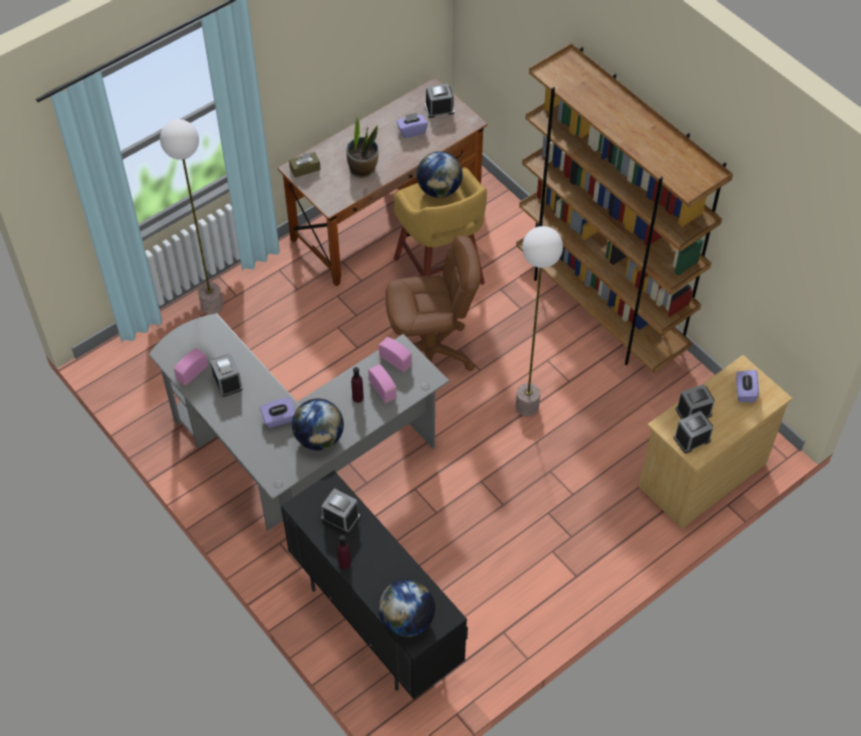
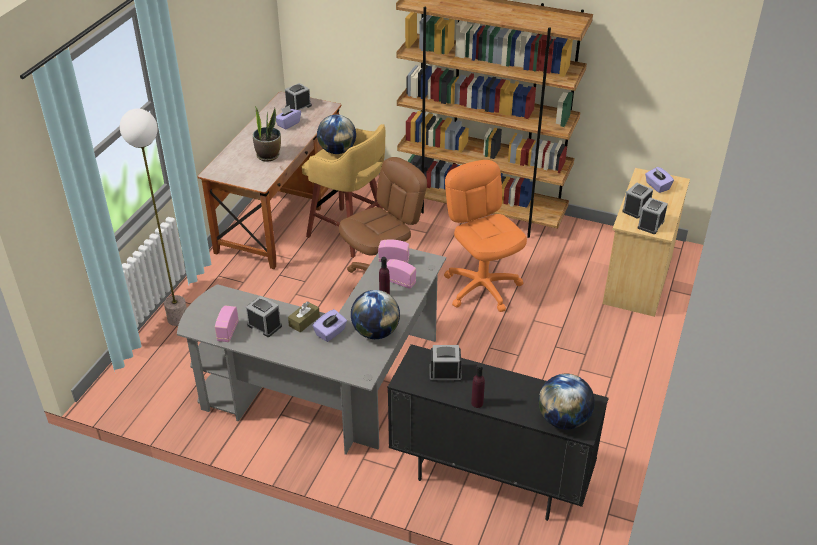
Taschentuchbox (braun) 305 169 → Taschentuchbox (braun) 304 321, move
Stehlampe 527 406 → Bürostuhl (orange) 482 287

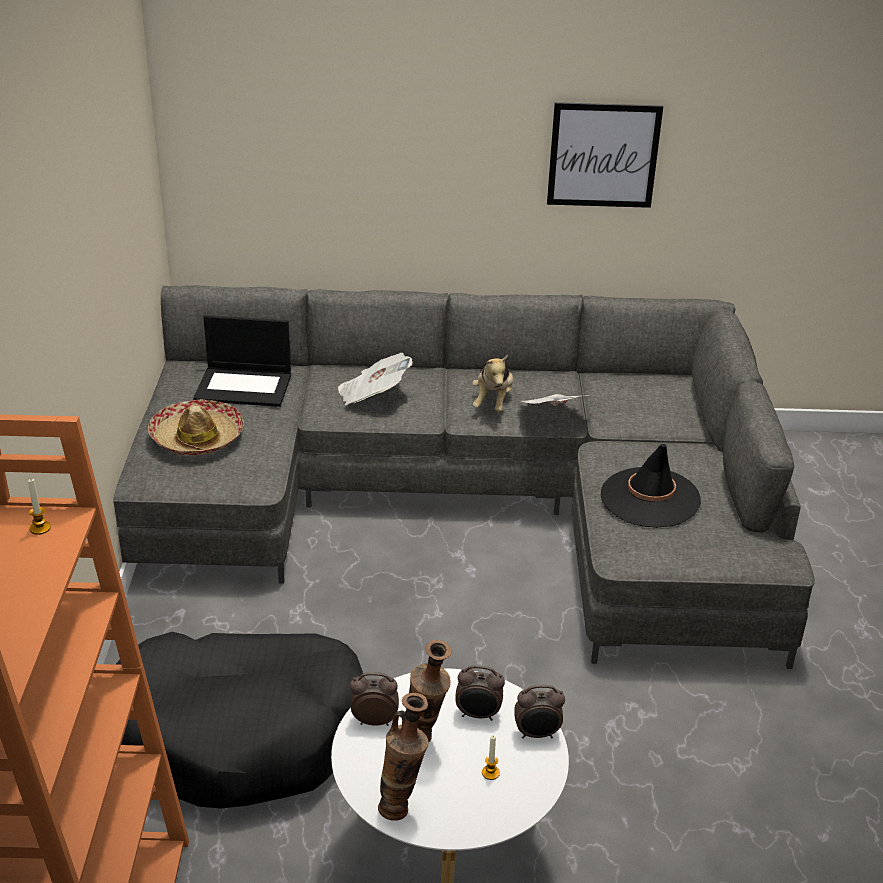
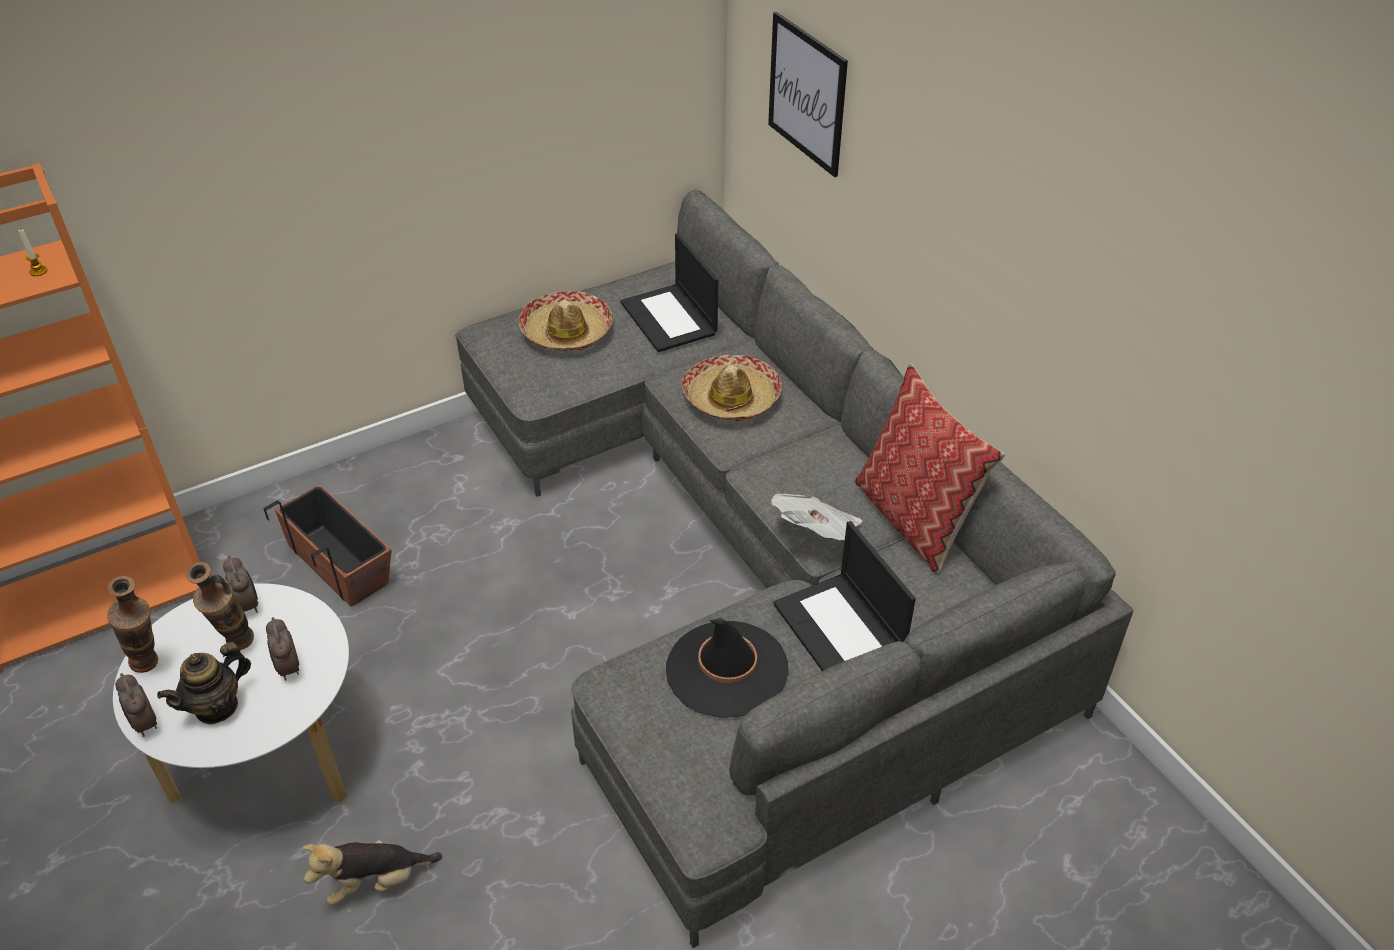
Bild 603 155 → Bild 807 94, move
Zeitung 373 396 → Hut 731 398
Plüschtier 493 402 → Plüschtier 376 882, move
Hundebett (schwarz) 242 734 → Pflanzkübel 339 564
Wecker 537 734 → Wecker 144 724, move
Kerze 490 773 → Teekanne 217 706
- → Kissen 915 519
- → Laptop 840 629

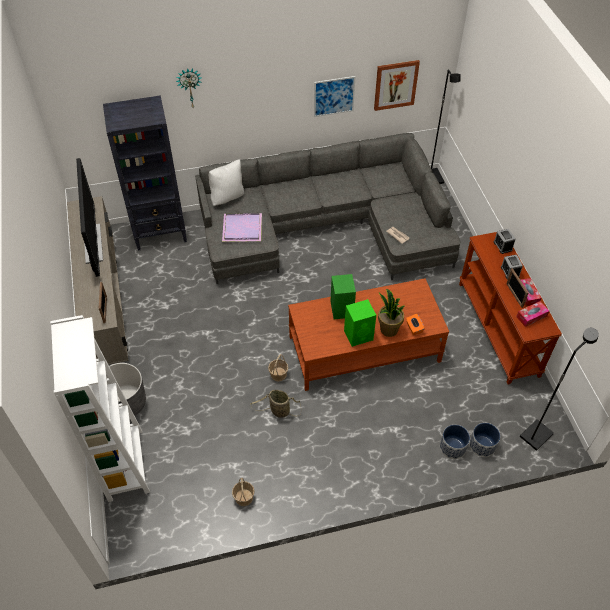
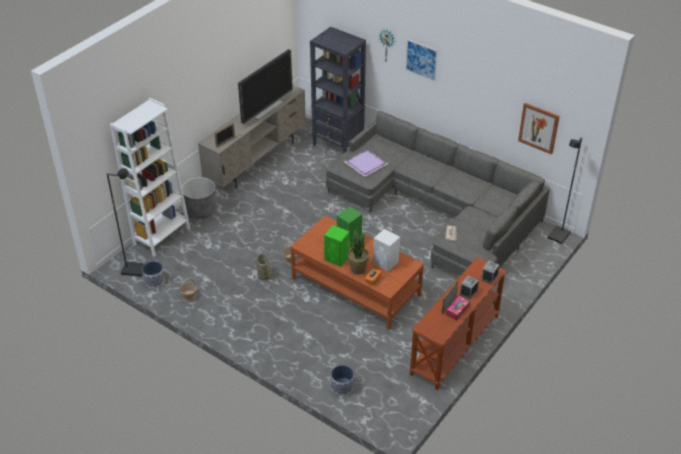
Bild 334 96 → Bild 421 60, move
Kissen (weiß) 227 197 → -
Taschentuchbox 531 316 → -
Stehlampe (schwarz) 535 435 → Stehlampe (schwarz) 134 269, move
Pflanzkübel 452 447 → Pflanzkübel 154 281, move
- → Lautsprecher (weiß) 386 262

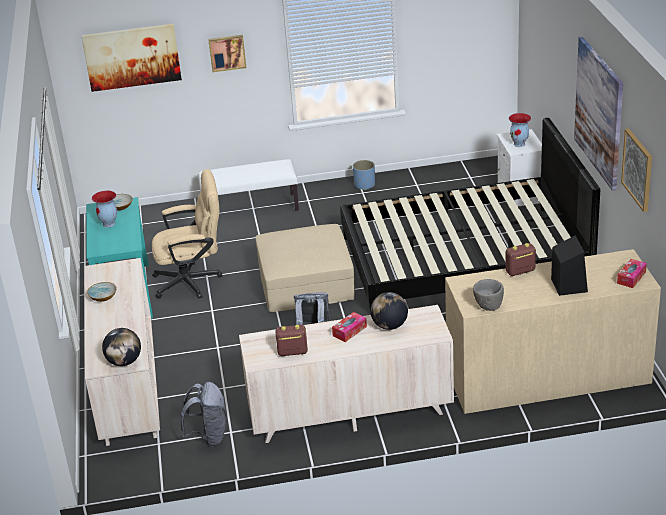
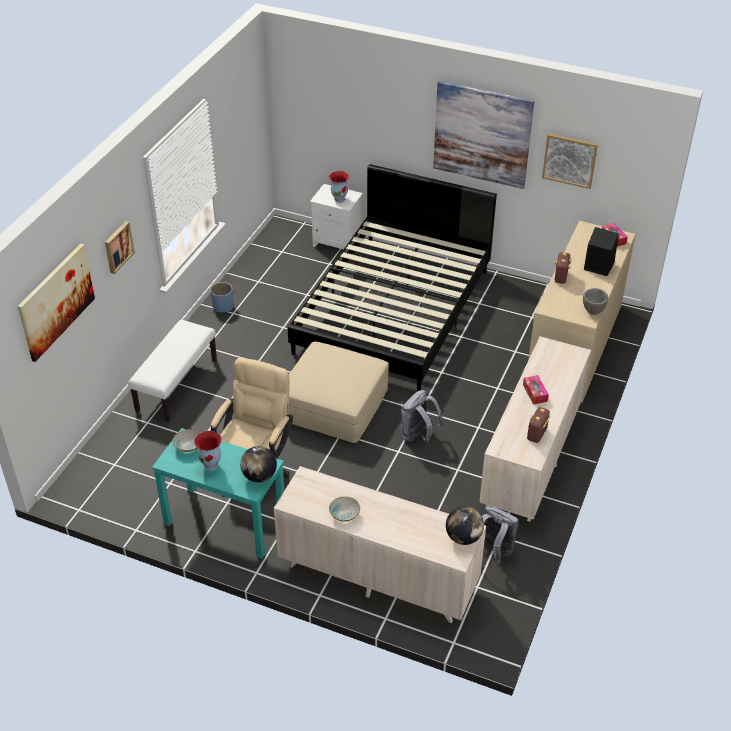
Globus 389 326 → Globus 259 476, move

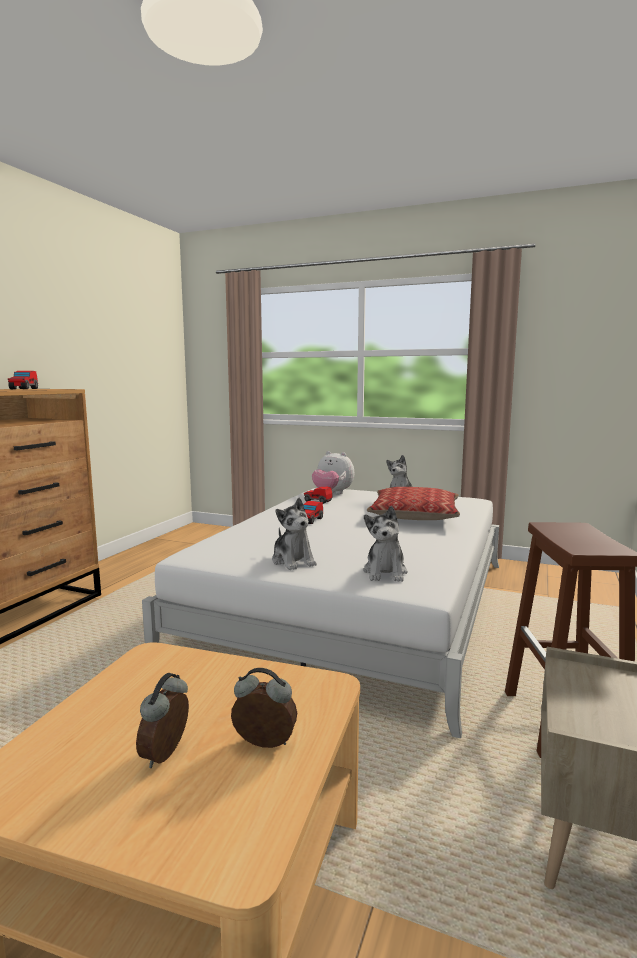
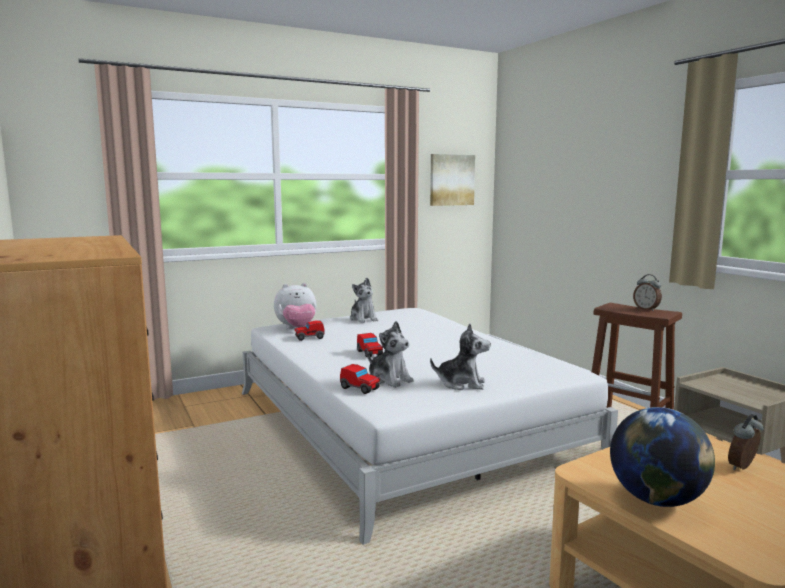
Spielzeugauto 24 389 → Spielzeugauto 360 388, move
Kissen 414 515 → -
Plüschtier 385 572 → Plüschtier 389 380, move
Wecker 167 755 → Wecker 646 309, move
- → Bild 451 180
- → Globus 657 500

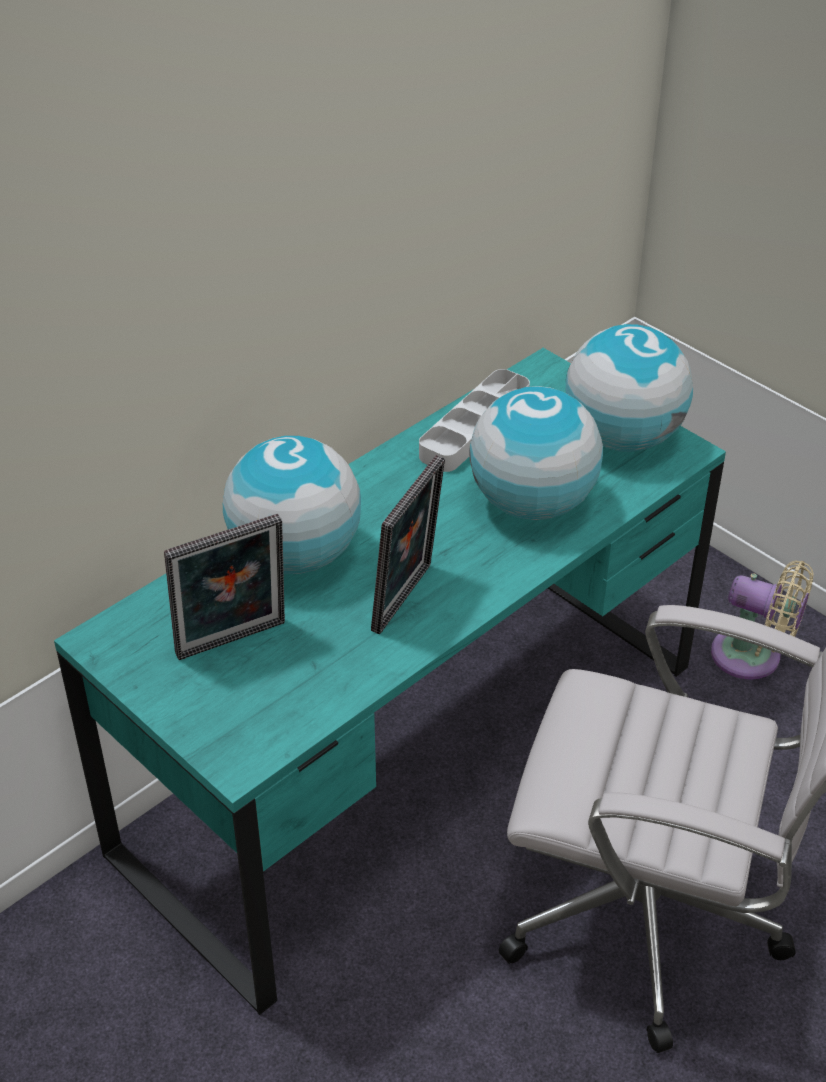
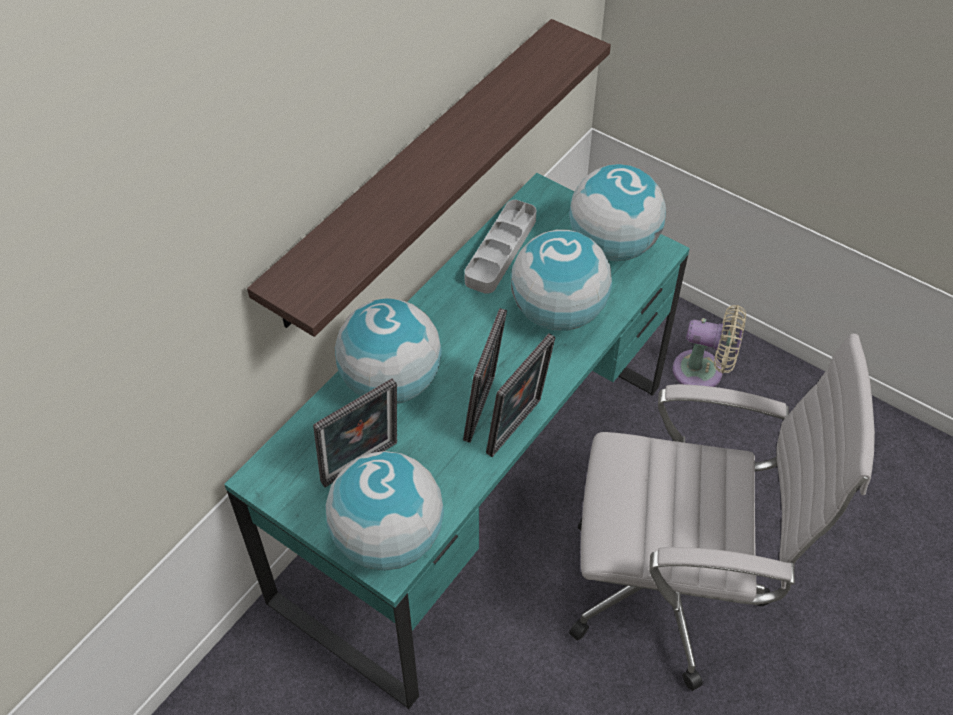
- → Wandregal 417 170
- → Bilderrahmen 518 429
- → Globus 388 539

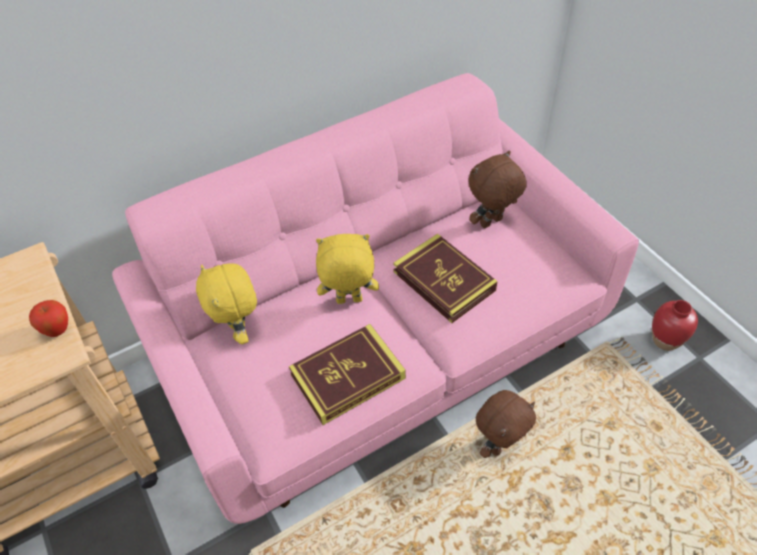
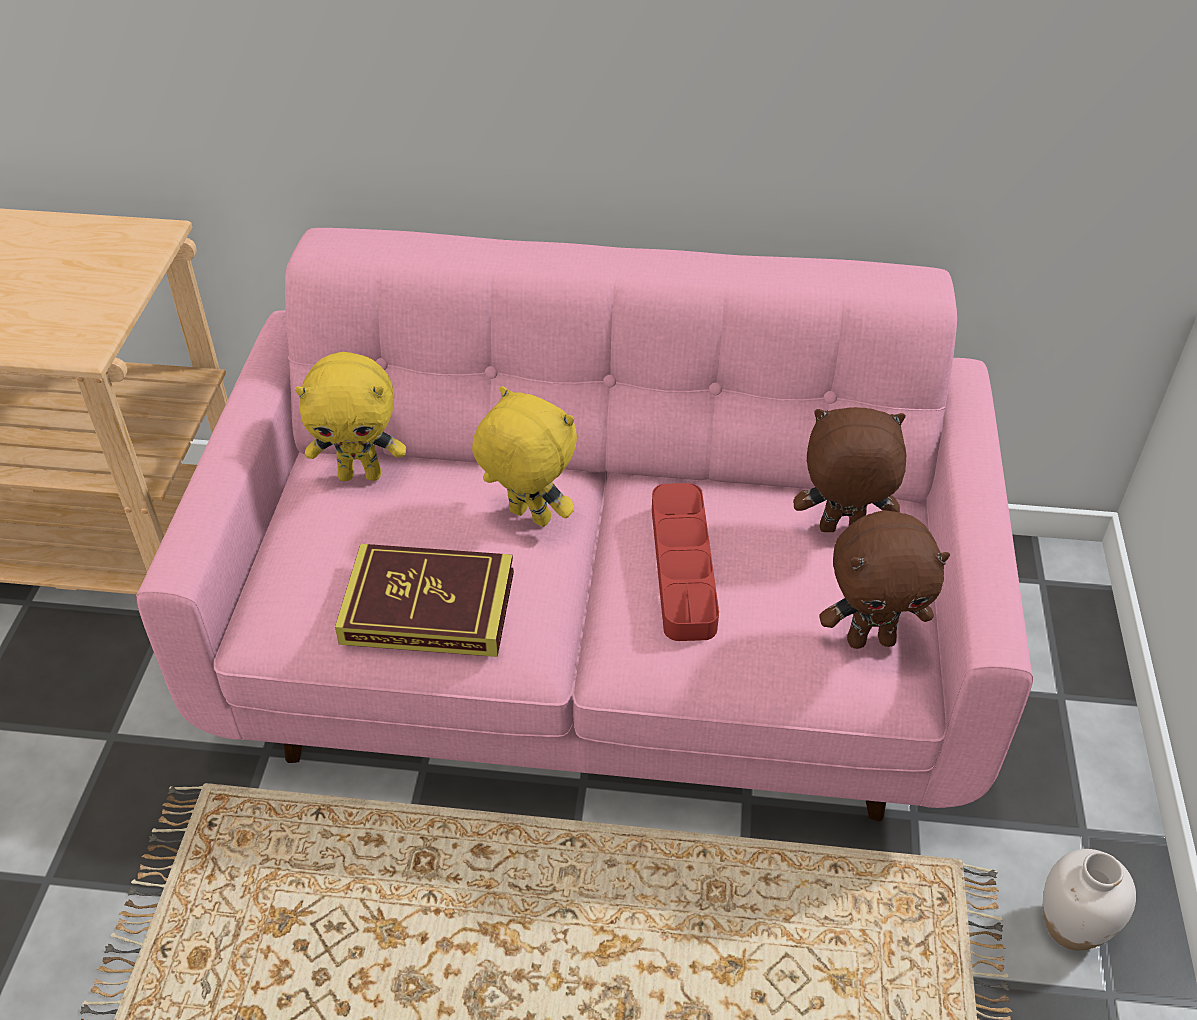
Buch 444 281 → Tablett (rot) 683 567
Plüschtier (gelb) 240 331 → Plüschtier (gelb) 361 474, 105 degrees counterclockwise
Apfel 58 330 → -
Vase (rot) 665 340 → Vase (weiß) 1071 926
Plüschtier (braun) 499 445 → Plüschtier (braun) 871 639, move

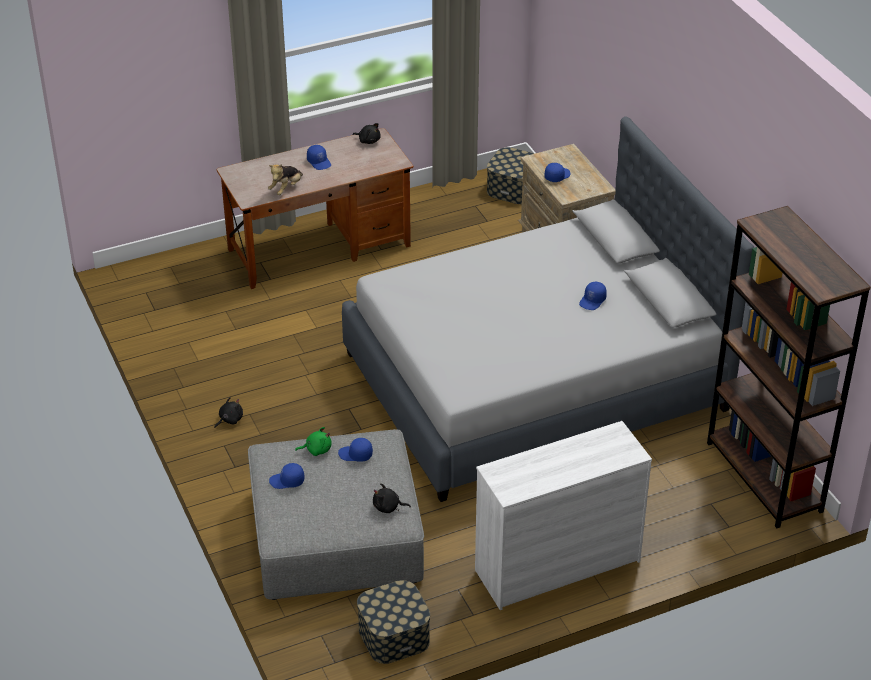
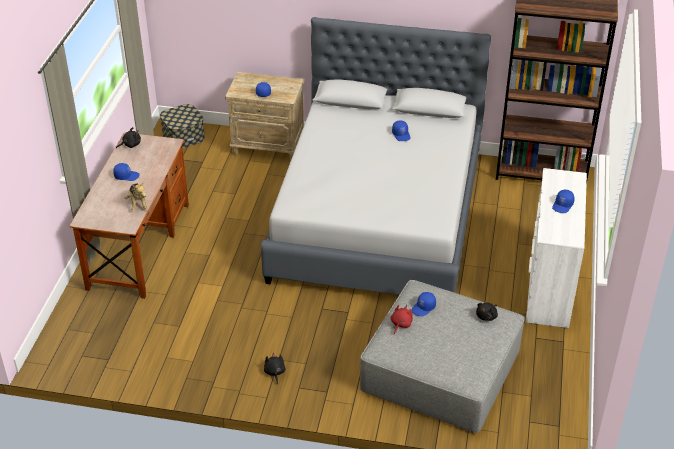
Plüschtier (grün) 316 449 → Plüschtier (rot) 400 324
Kappe (blau) 287 481 → Kappe (blau) 563 205, move
Aufbewahrungsbox 394 635 → -

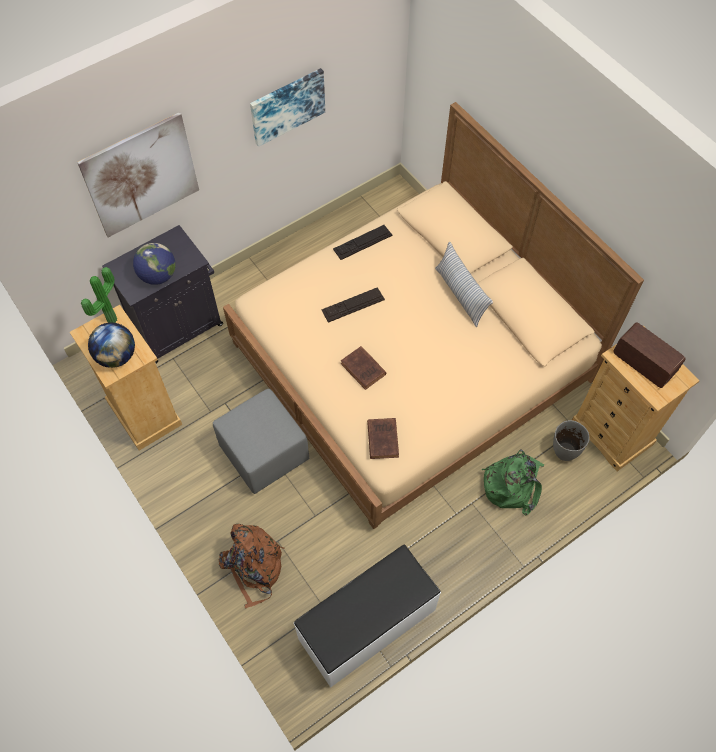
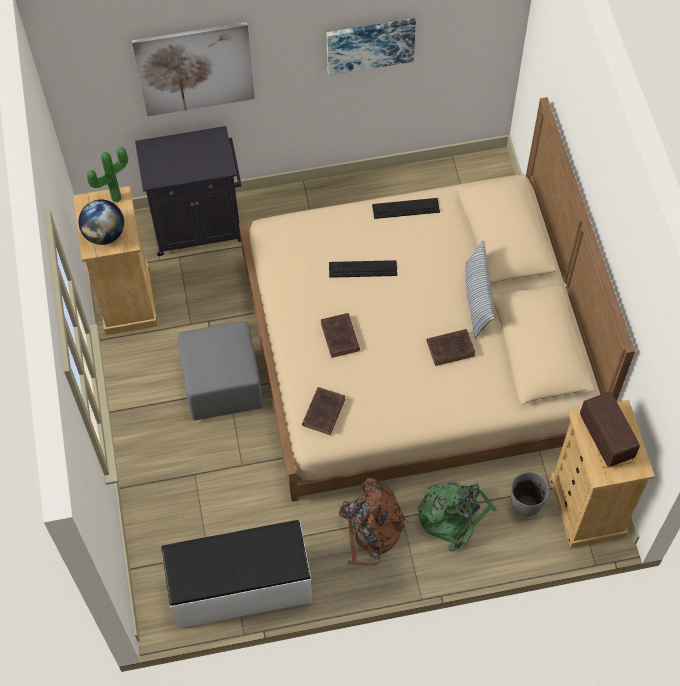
Globus 158 276 → -
Rucksack (braun) 253 567 → Rucksack (braun) 371 529, move
- → Buch (braun) 452 348

